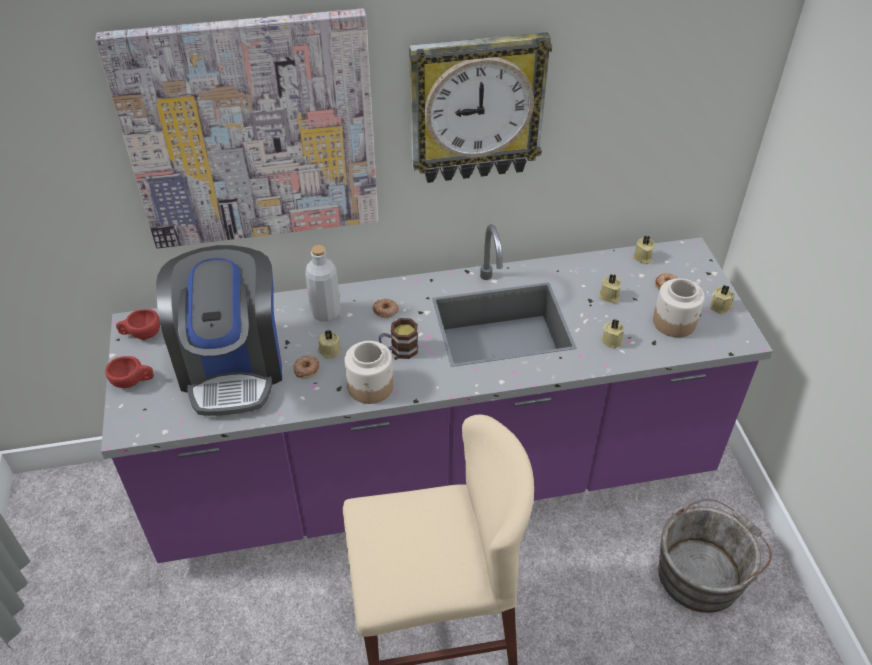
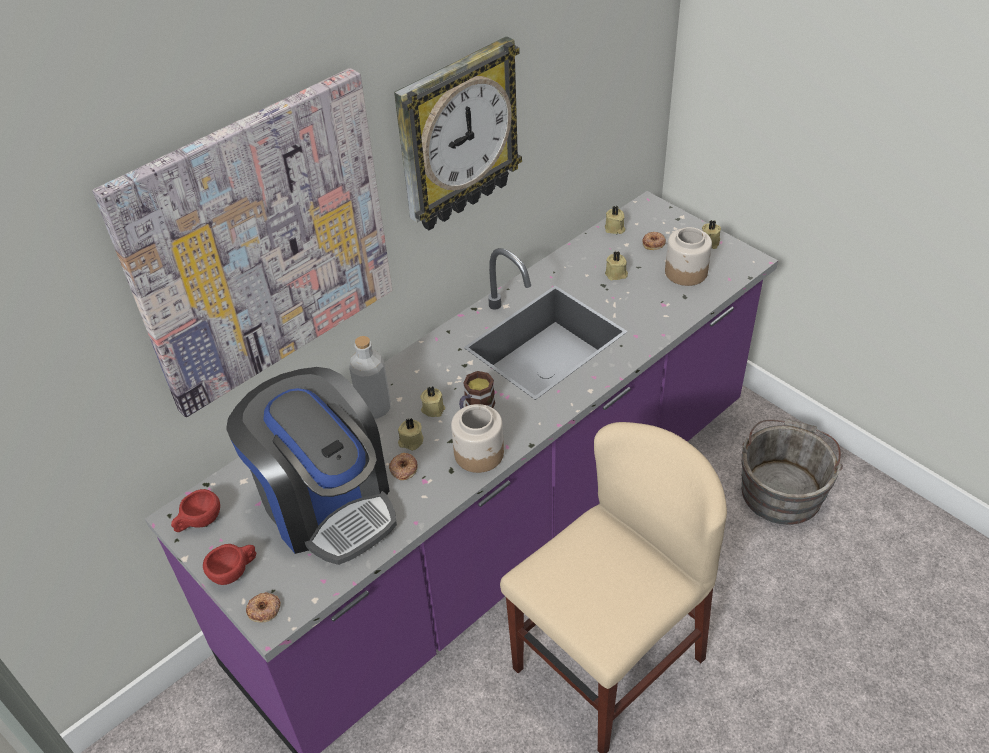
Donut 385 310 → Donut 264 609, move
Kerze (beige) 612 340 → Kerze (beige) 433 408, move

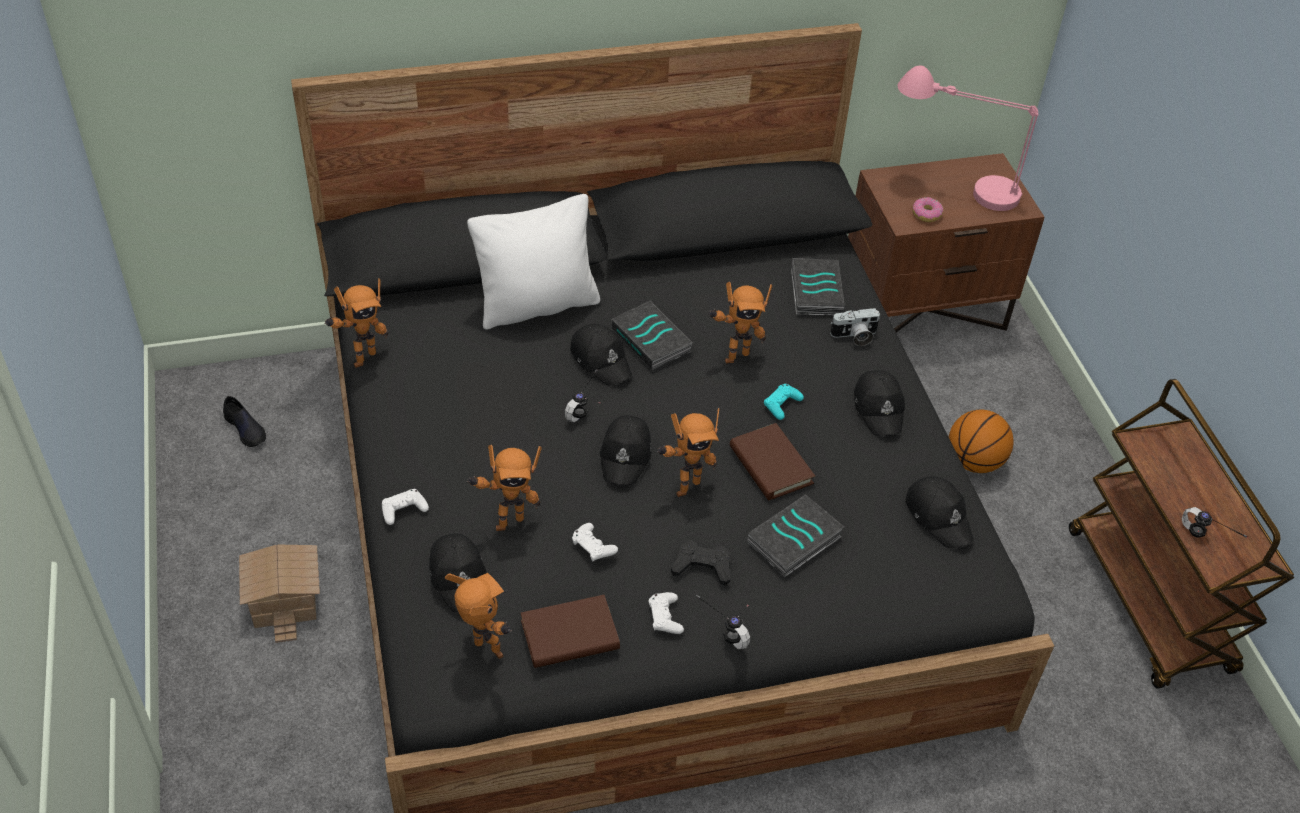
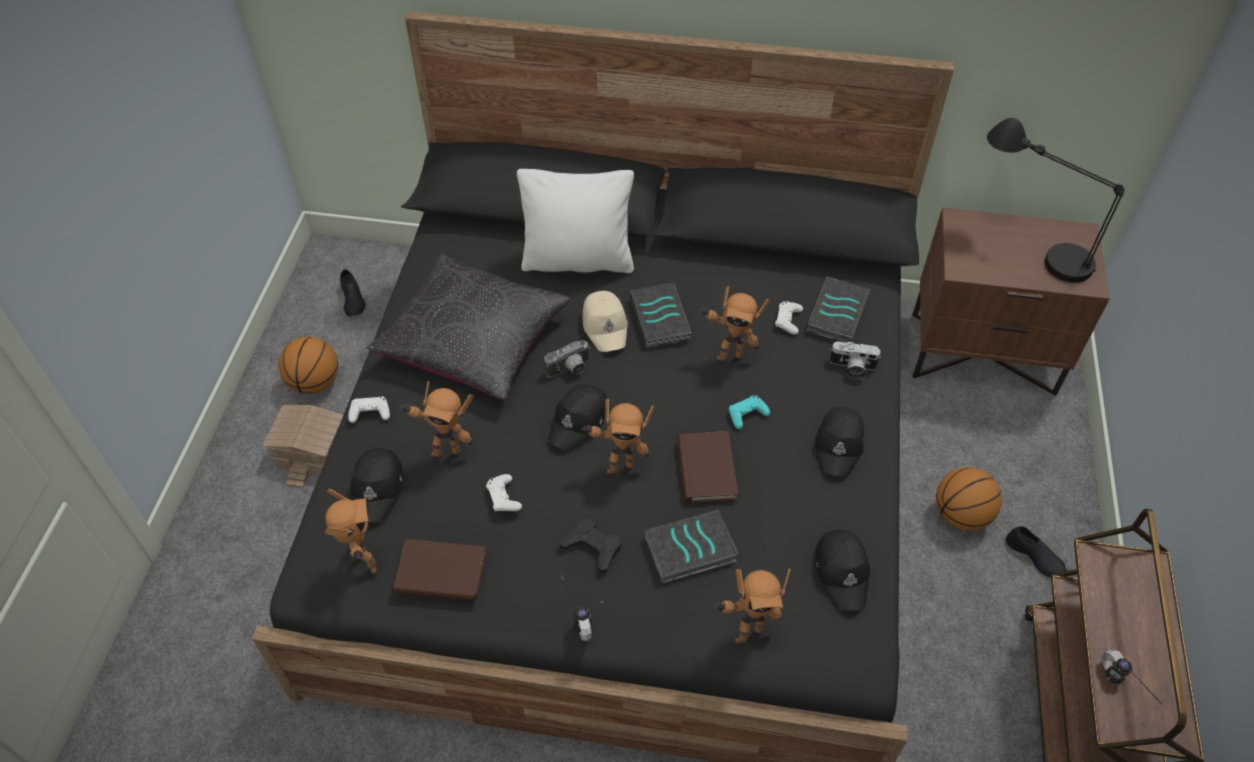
Tischlampe (rosa) 954 187 → Tischlampe (schwarz) 1029 246
Donut 926 214 → -
Spielzeugroboter 362 357 → Spielzeugroboter 745 631, move
Kappe (schwarz) 601 360 → Kappe (beige) 605 325
Kopfhörer 590 411 → Kamera 570 370
Gamepad (weiß) 665 617 → Gamepad (weiß) 788 320, move
- → Kissen (schwarz) 473 341
- → Basketball 315 382
- → Schuh (schwarz) 1035 556

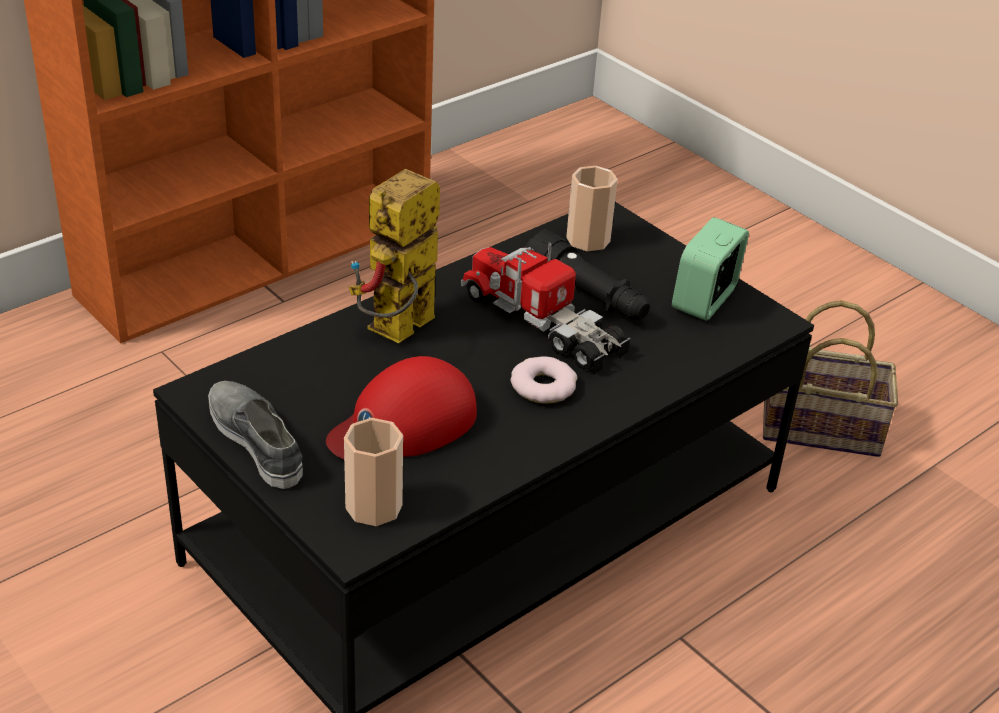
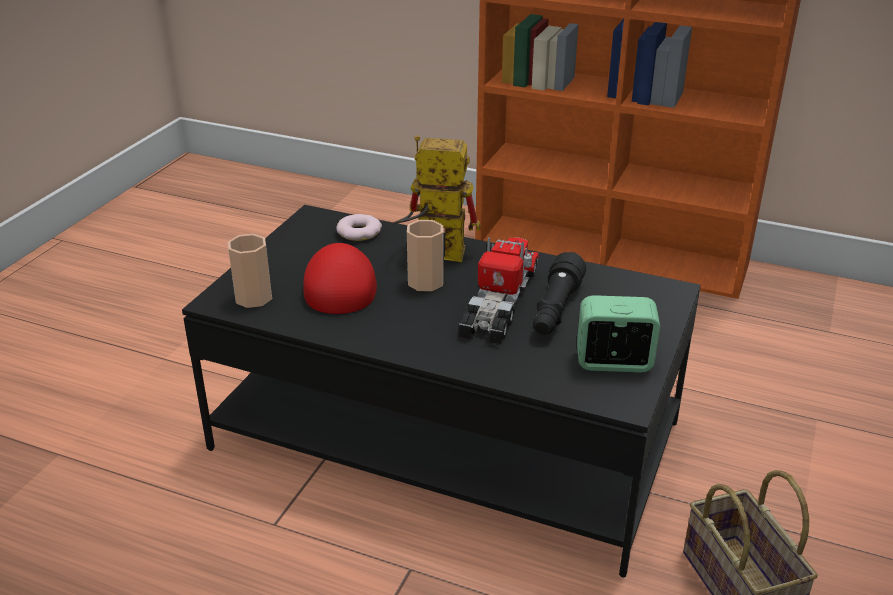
Tasse 588 240 → Tasse 425 282, move
Kappe (rot) 403 424 → Kappe (rot) 340 284, 60 degrees clockwise
Donut 543 386 → Donut 359 232, move
Schuh (grau) 257 440 → -

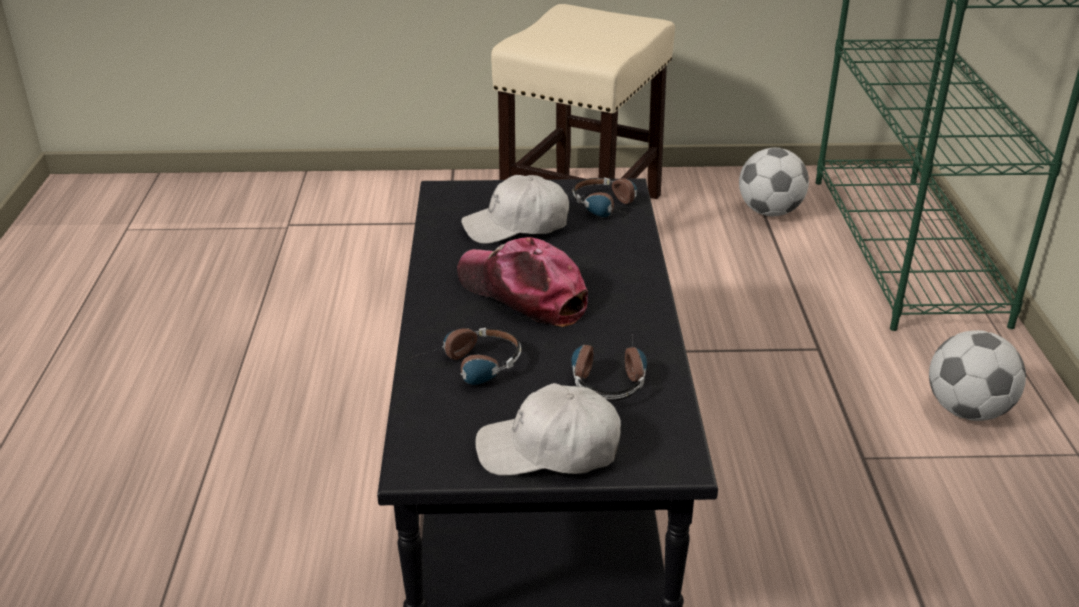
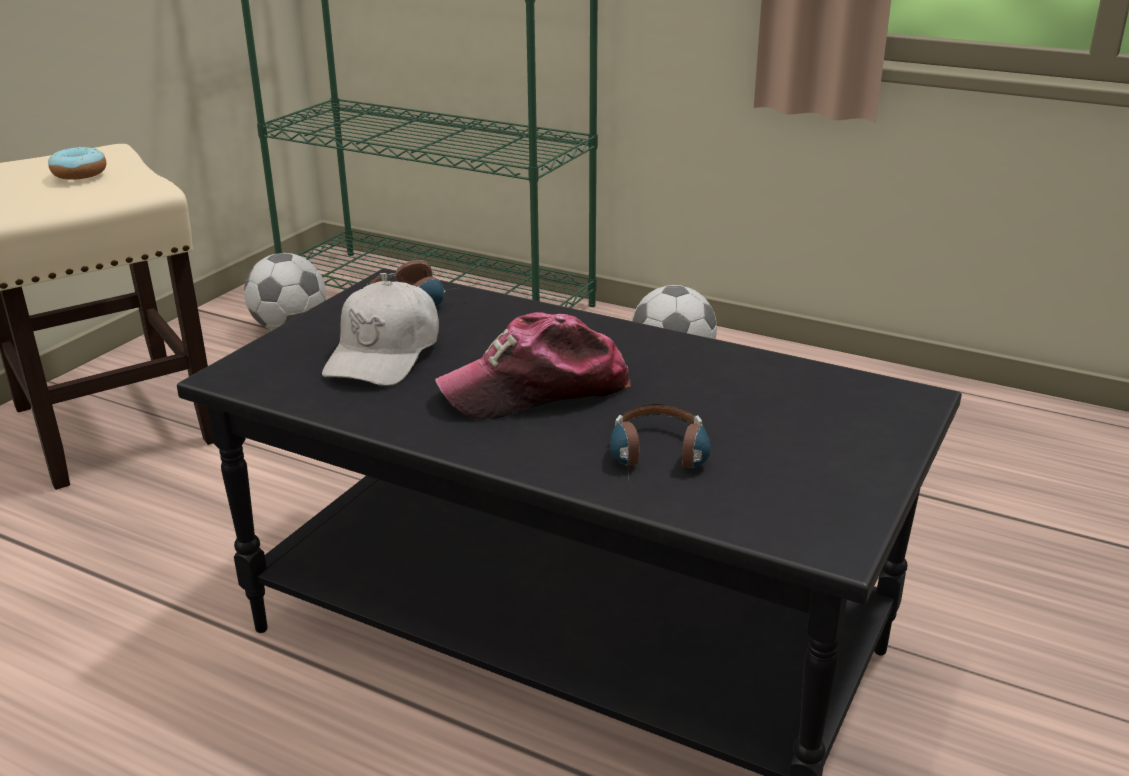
Kopfhörer 608 376 → -
Kappe (weiß) 550 450 → -
- → Donut 79 174

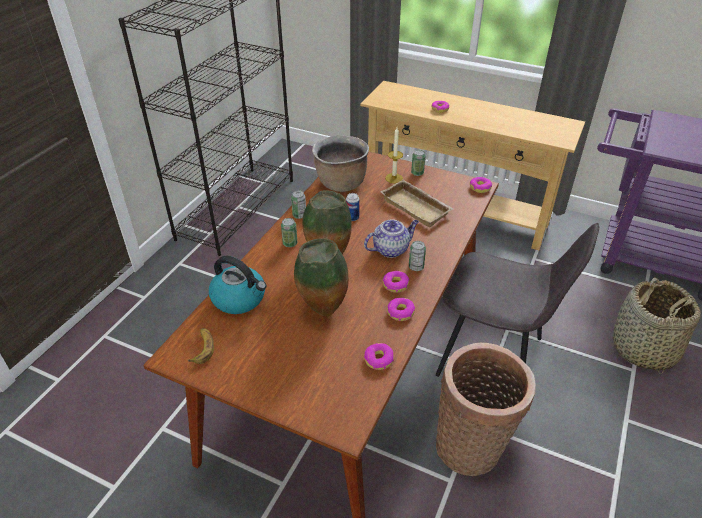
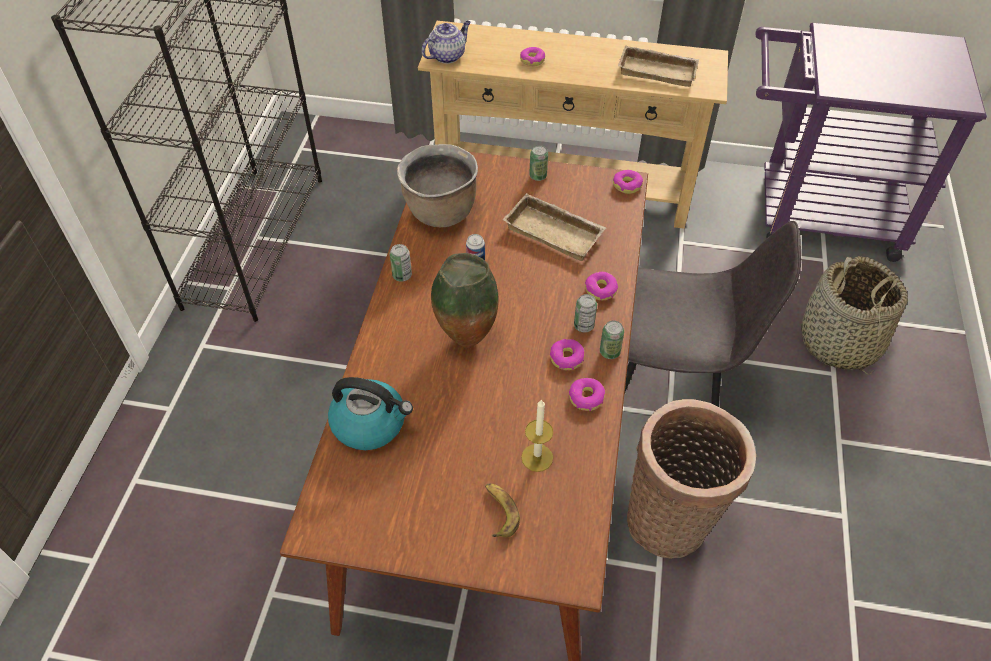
Kerze 394 178 → Kerze 537 457, move
Dose 290 243 → Dose 609 352, move
Teekanne 391 249 → Teekanne 447 56, move
Vase 322 311 → -
Banane 202 348 → Banane 499 512, move
Donut 378 360 → Donut 600 290, move
- → Tablett (beige) 658 70

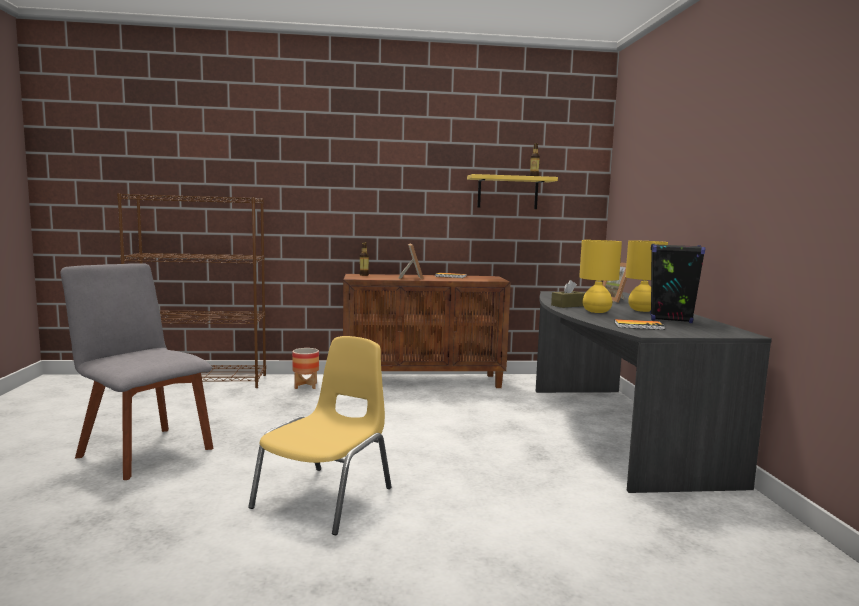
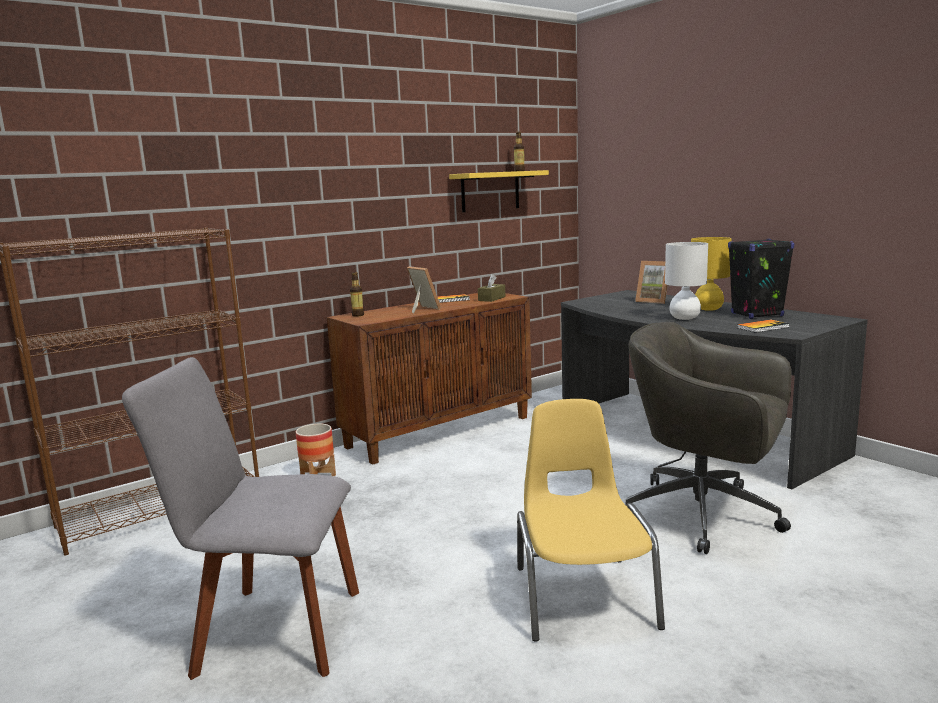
Tischlampe (gelb) 596 311 → Tischlampe (weiß) 684 318
Taschentuchbox (braun) 568 305 → Taschentuchbox (braun) 491 299, move
- → Bürostuhl (grau) 705 515

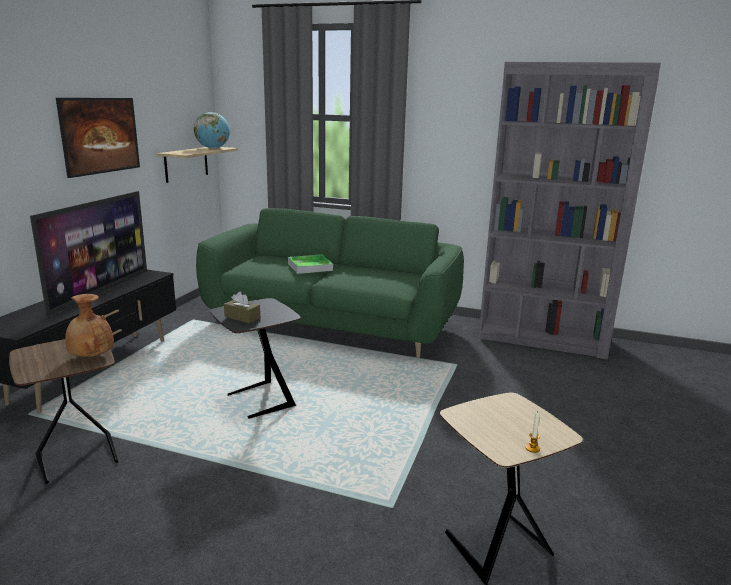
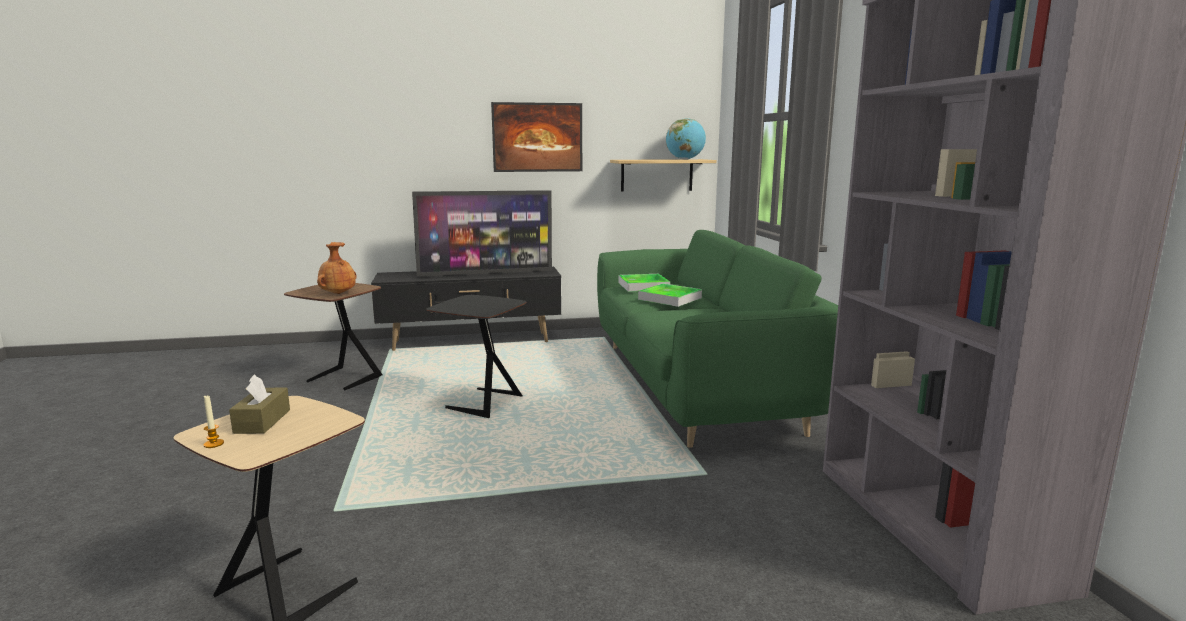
Taschentuchbox (braun) 242 317 → Taschentuchbox (braun) 262 421, move
- → Tablett 643 286

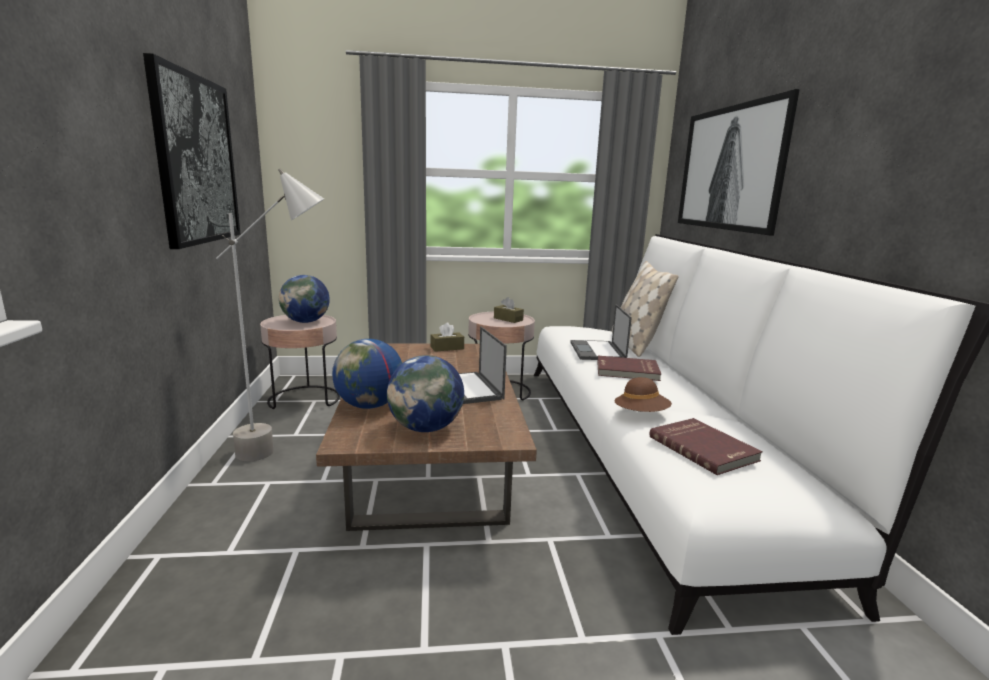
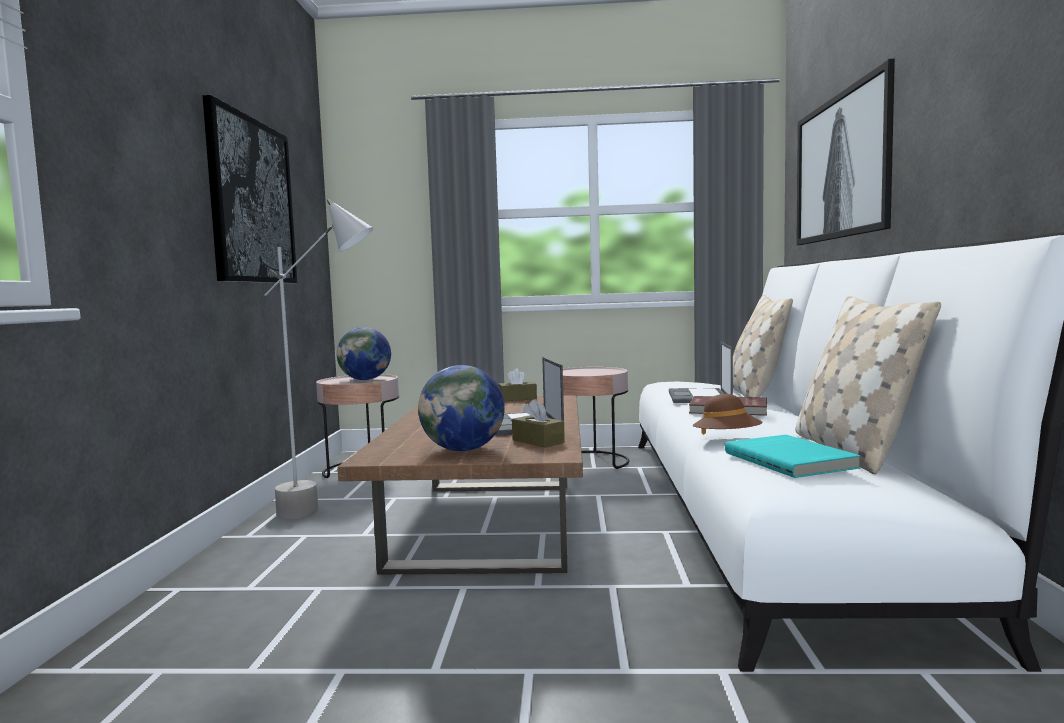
Taschentuchbox (braun) 508 319 → Taschentuchbox (braun) 538 441, move
Globus 369 406 → -
Buch (rot) 704 448 → Buch (türkis) 791 460
- → Kissen (beige) 852 452

